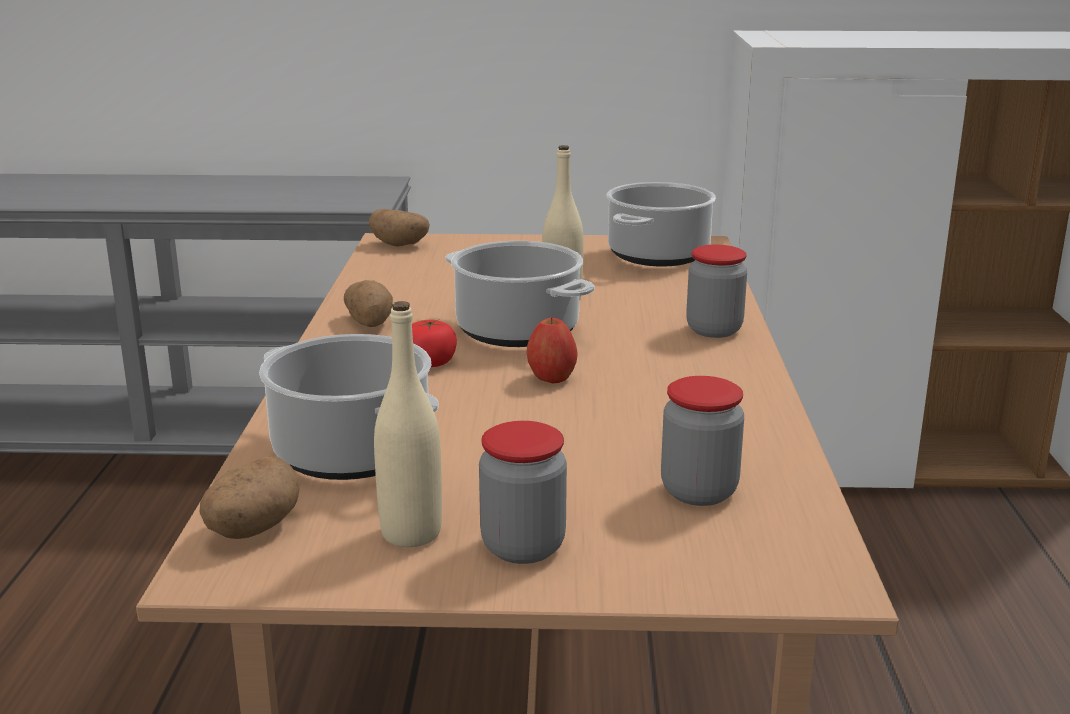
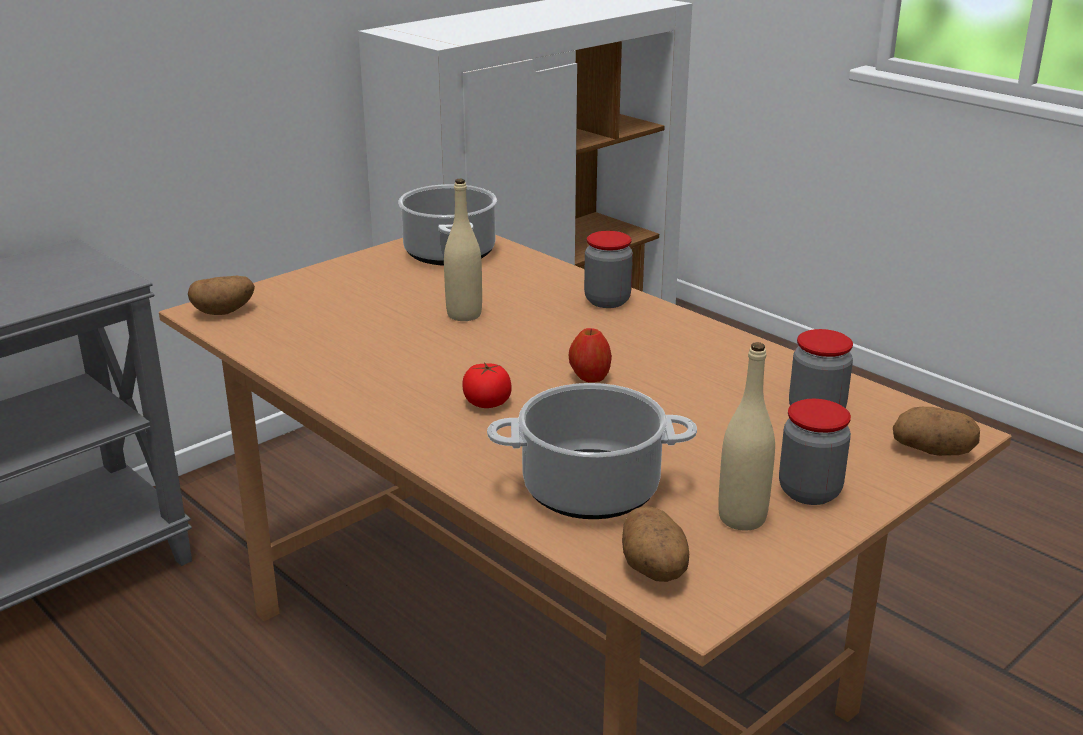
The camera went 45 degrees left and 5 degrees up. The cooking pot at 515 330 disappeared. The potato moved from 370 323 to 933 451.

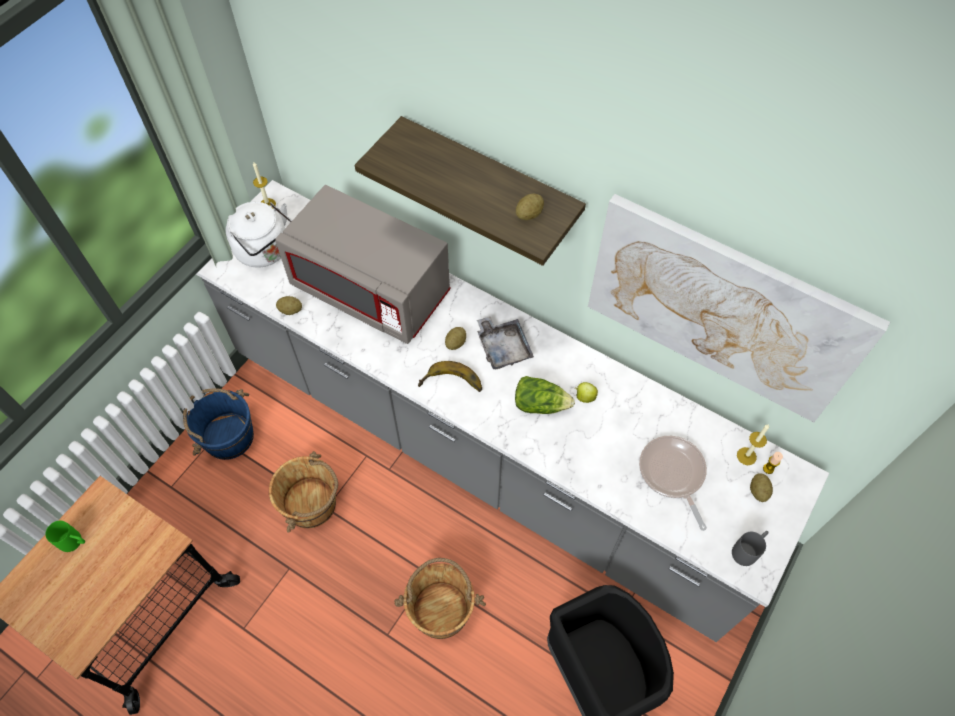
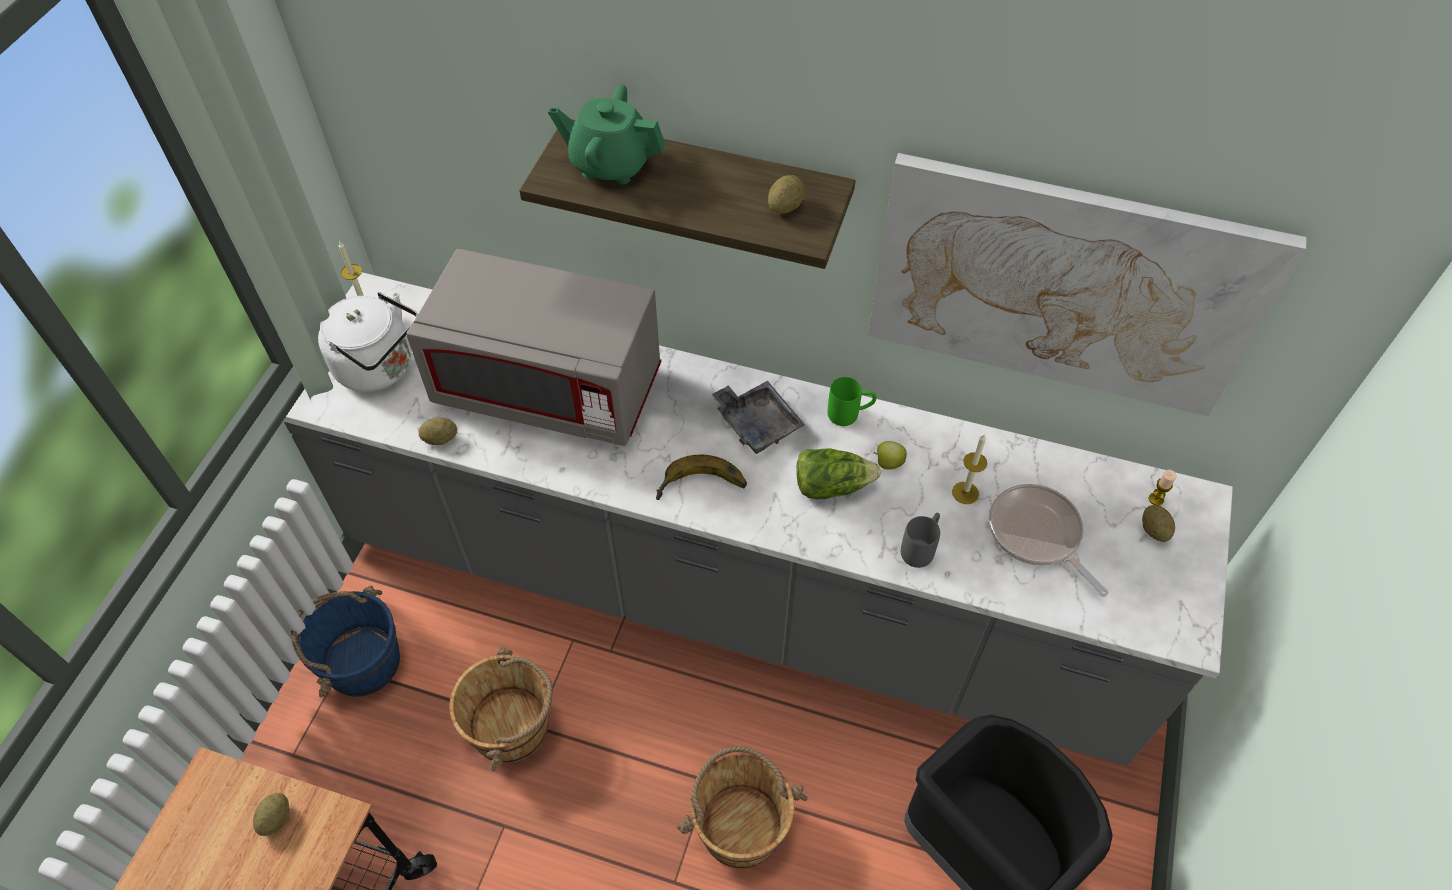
The camera went 15 degrees left and 5 degrees down. The teapot (green) at 610 164 appeared. The mug (green) moved from 75 542 to 850 414. The potato moved from 455 343 to 276 818. The mug (grey) moved from 748 550 to 921 547. The candle moved from 746 456 to 965 493.

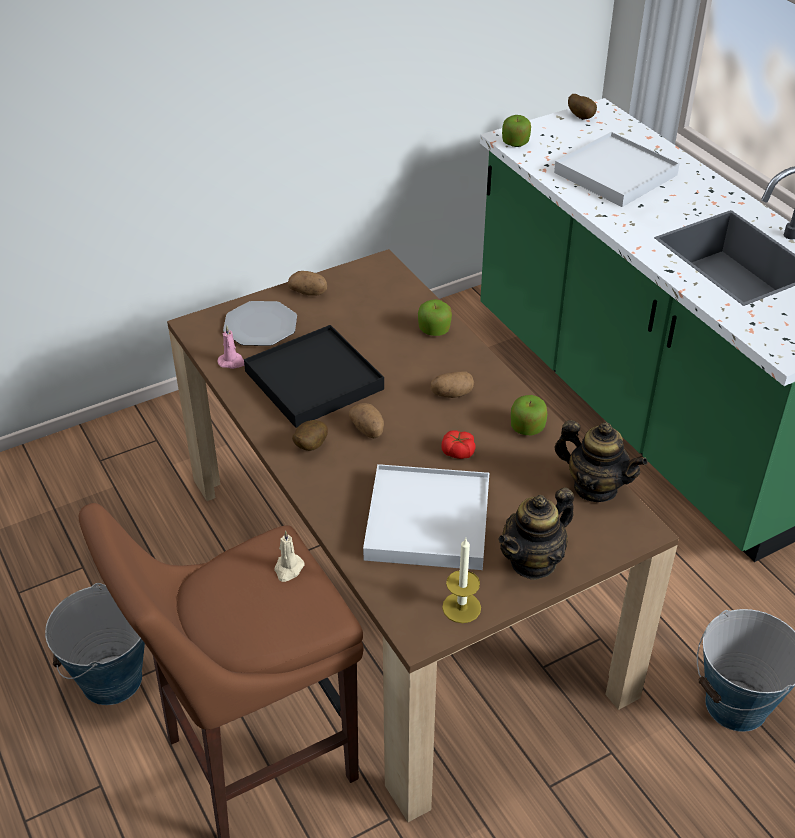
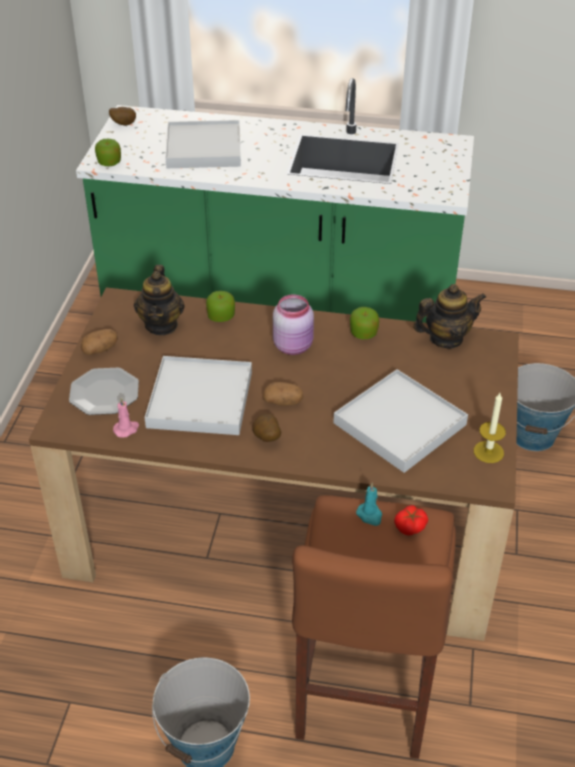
The camera went 50 degrees left and 0 degrees up. The tomato moved from 458 452 to 410 526. The teapot moved from 533 561 to 161 325. The potato at 452 394 was replaced by the jar (pink) at 294 346. The tray (black) at 314 380 became the tray (white) at 200 399. The candle (beige) at 288 569 became the candle (turquoise) at 370 515.

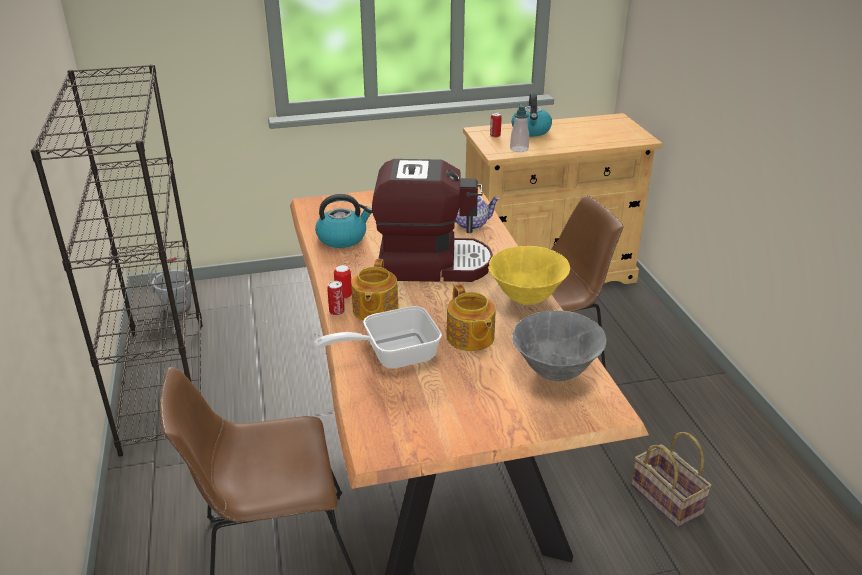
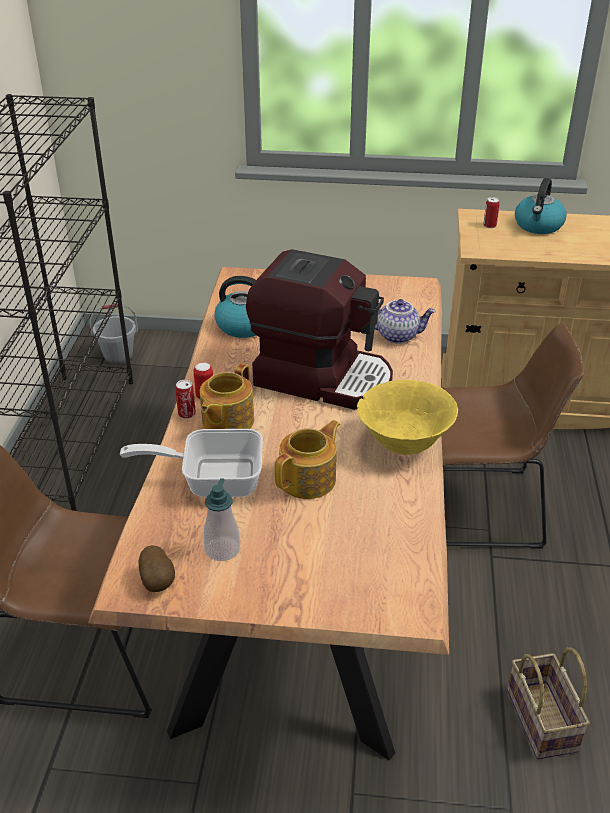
The camera went 20 degrees right and 5 degrees up. The bowl (grey) at 555 372 disappeared. The potato at 158 582 appeared. The soap dispenser moved from 519 149 to 222 549. The teapot at 470 338 turned 135 degrees counterclockwise.

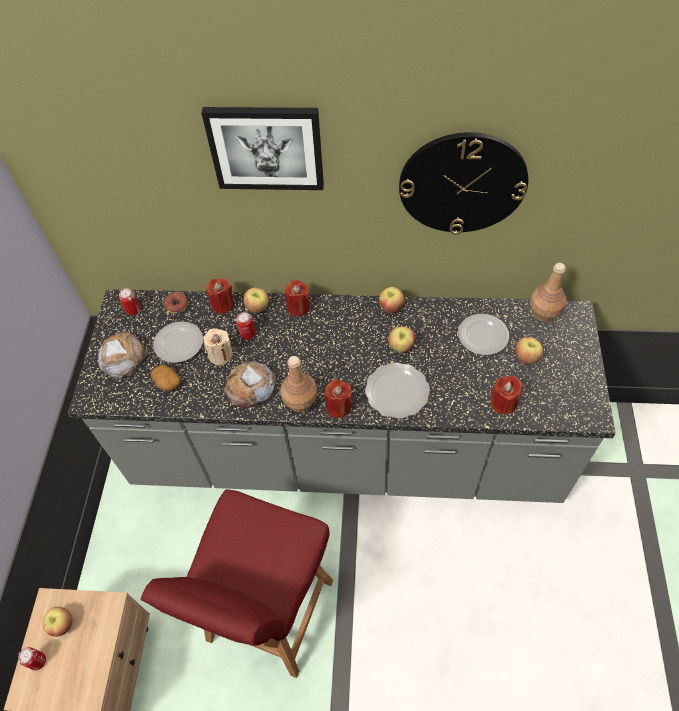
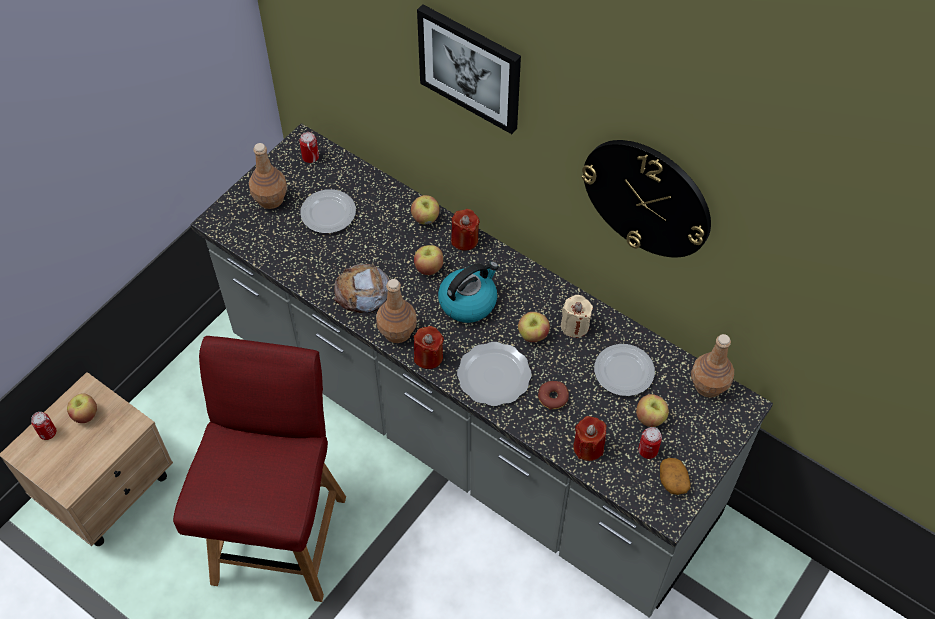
The camera went 30 degrees right and 0 degrees up. The candle (red) at 223 304 disappeared. The kettle at 468 301 appeared. The potato moved from 167 382 to 672 481. The donut moved from 177 305 to 553 397. The candle (beige) moved from 221 355 to 575 326. The can moved from 247 334 to 648 451. The apple moved from 391 307 to 429 268. The bread at 122 357 was replaced by the bottle (brown) at 270 199. The chair (red) at 268 613 turned 135 degrees clockwise.

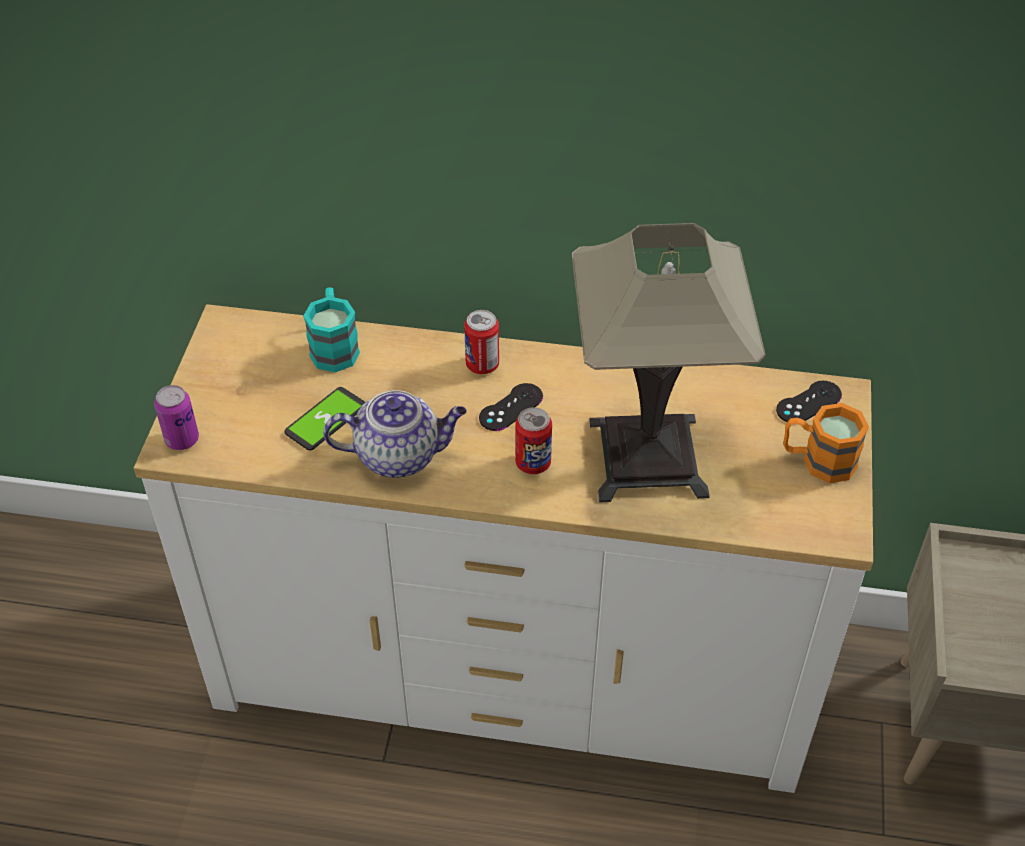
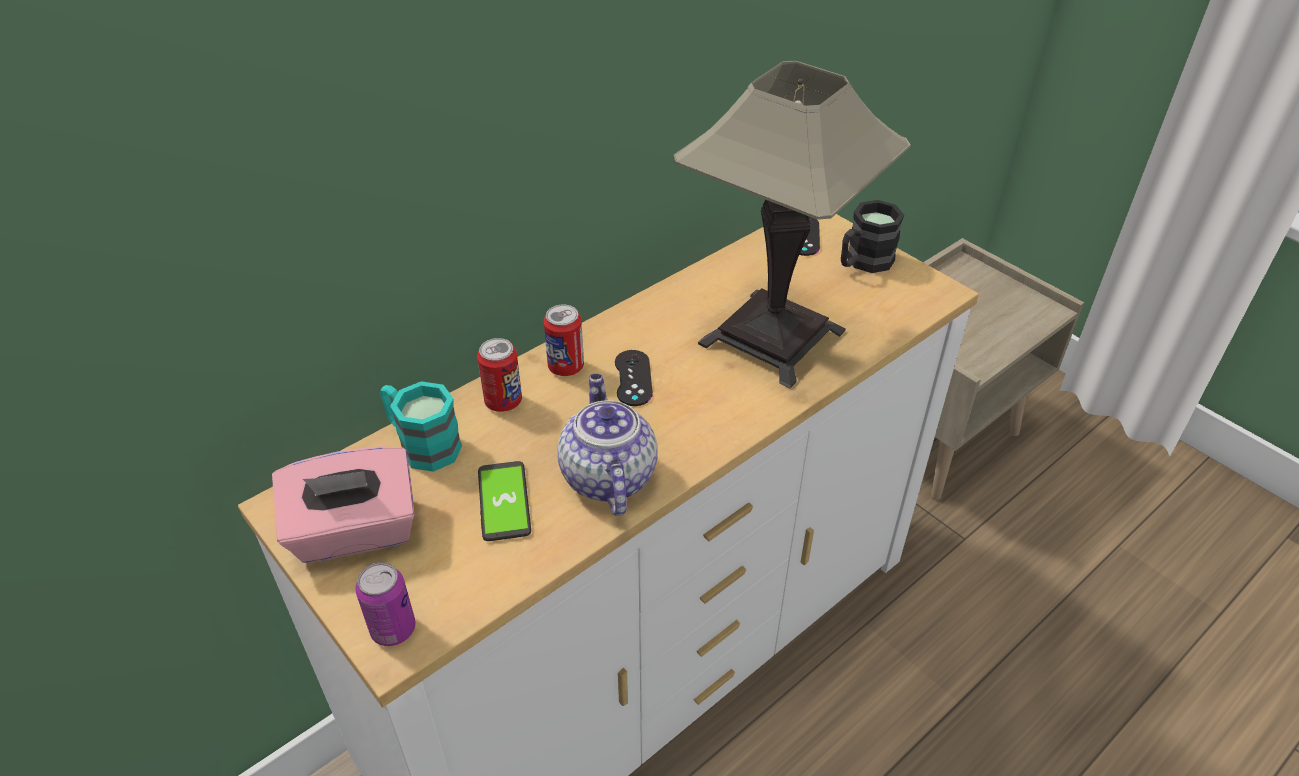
The camera went 50 degrees left and 5 degrees down. The tissue box (pink) at 355 532 appeared. The can moved from 533 463 to 503 402. The mug (orange) at 818 461 became the mug (black) at 863 262. The teapot at 400 455 turned 45 degrees counterclockwise.

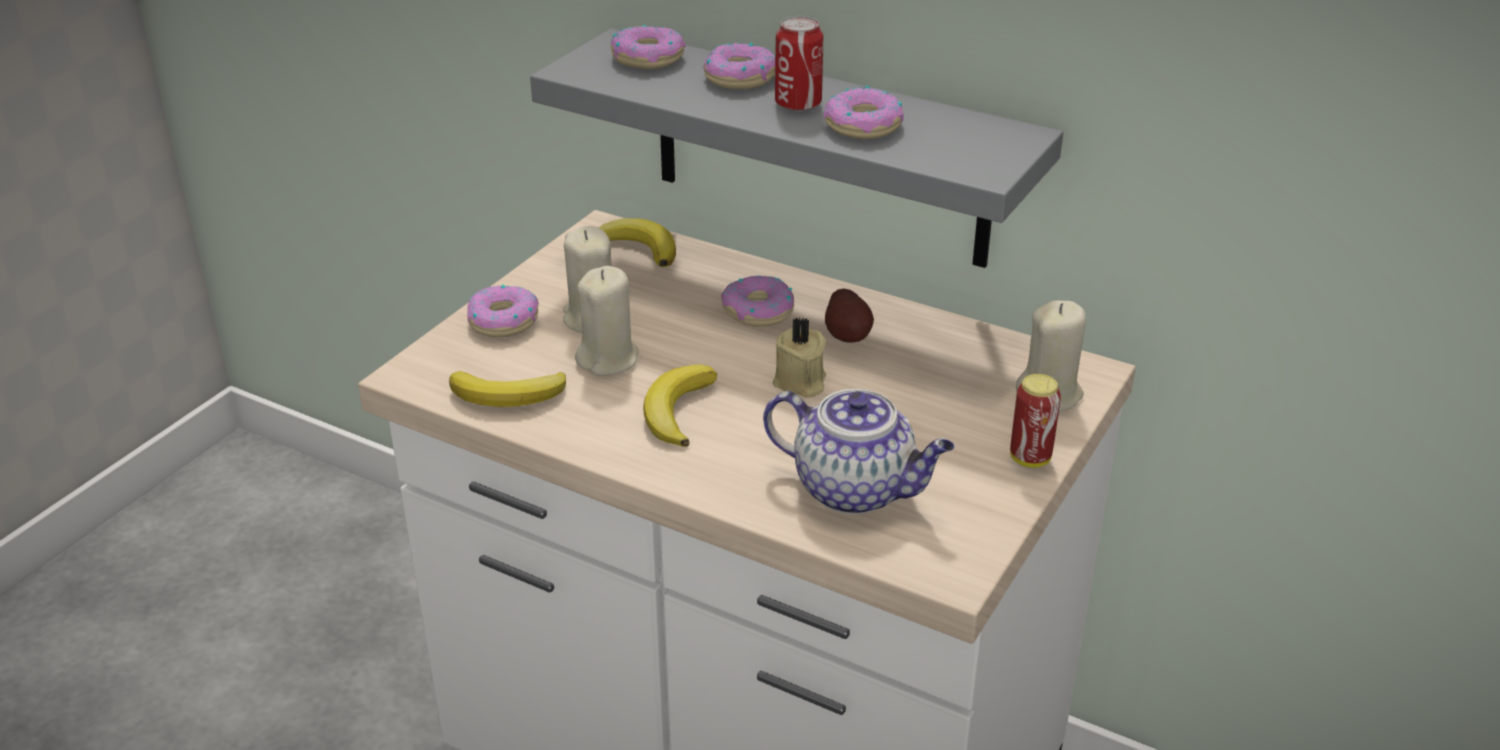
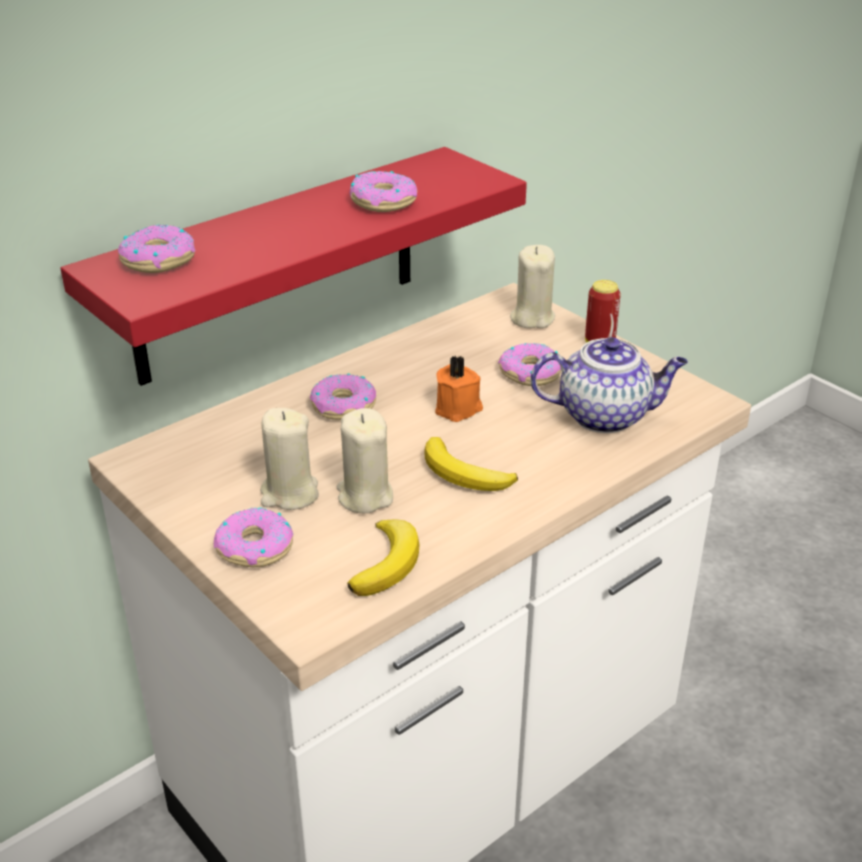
The camera went 70 degrees left and 0 degrees up. The banana at 638 248 disappeared. The can at 798 104 disappeared. The potato at 848 334 disappeared. The donut moved from 740 77 to 530 373. The shelf (grey) at 820 149 became the shelf (red) at 277 266. The candle (beige) at 800 382 became the candle (orange) at 459 409. The teapot at 856 489 turned 45 degrees clockwise.

